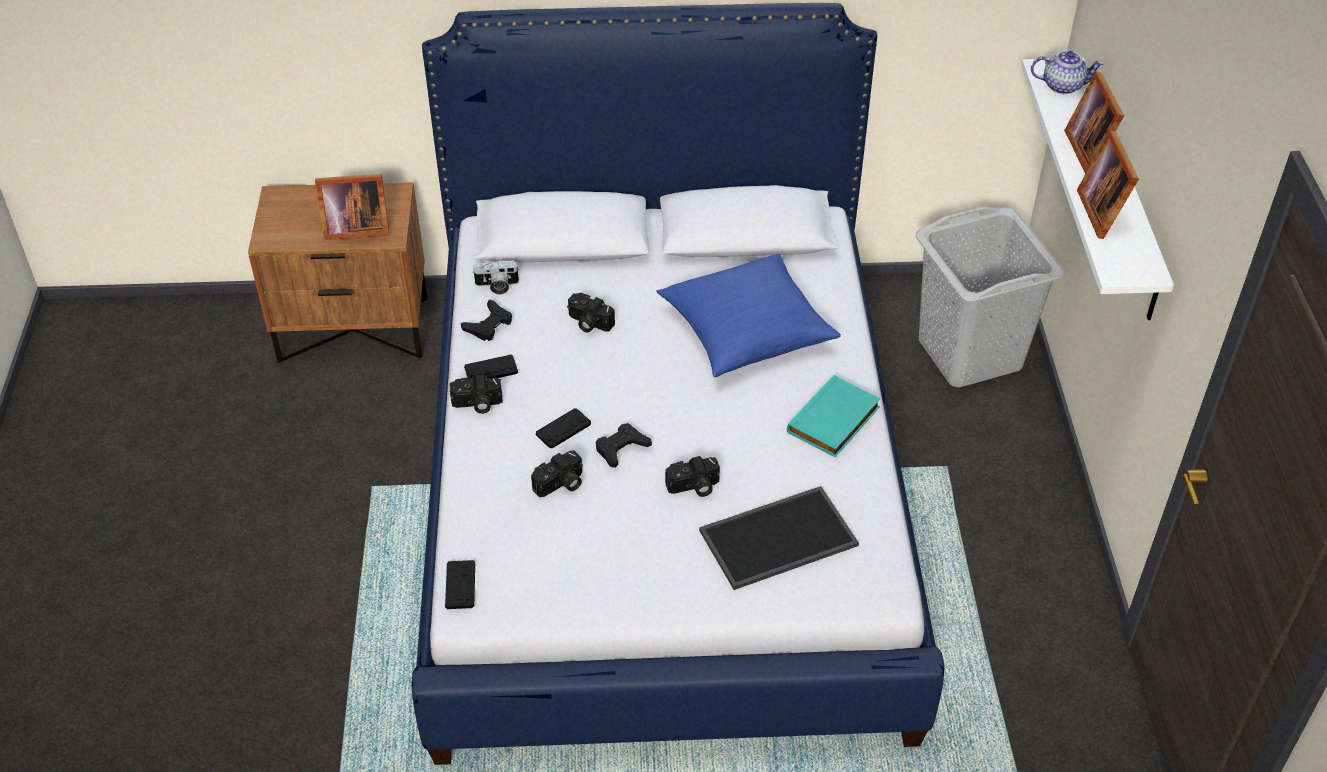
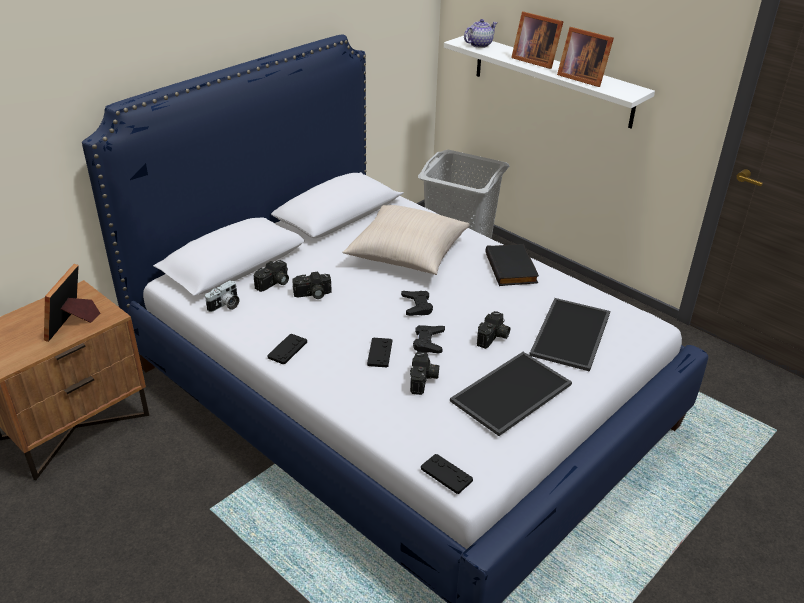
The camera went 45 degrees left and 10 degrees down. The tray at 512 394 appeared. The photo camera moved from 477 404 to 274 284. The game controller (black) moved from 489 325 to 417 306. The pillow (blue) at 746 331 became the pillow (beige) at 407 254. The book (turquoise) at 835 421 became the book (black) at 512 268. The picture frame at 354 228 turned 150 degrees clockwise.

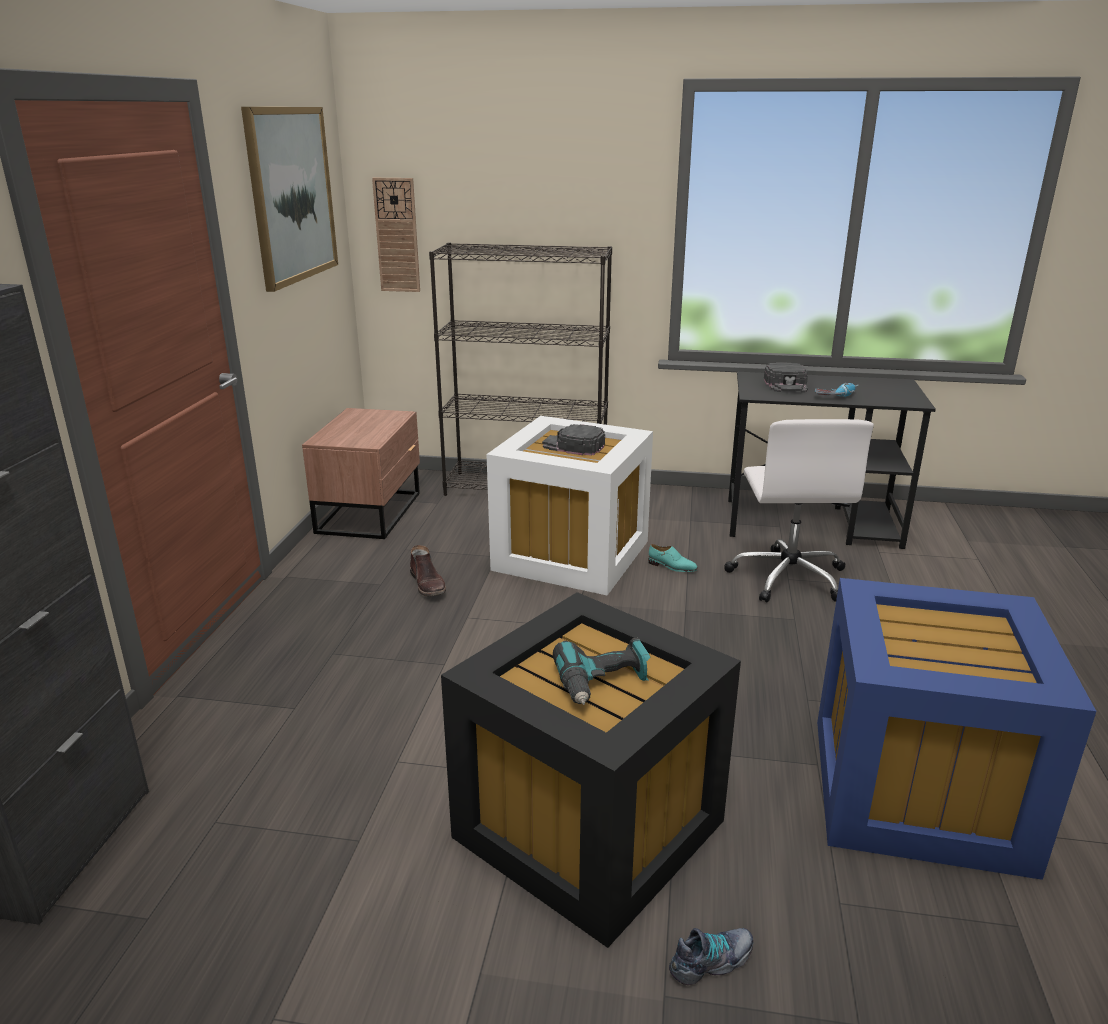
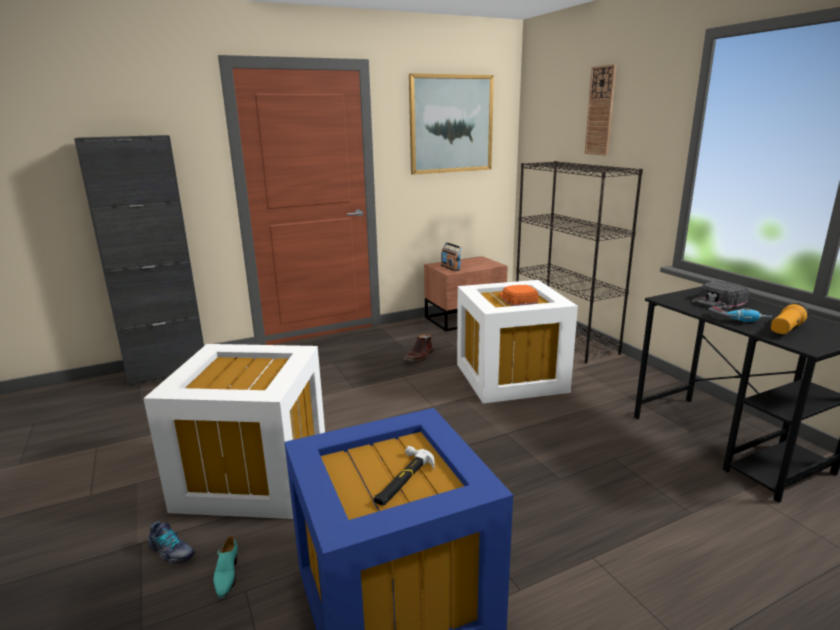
The camera went 55 degrees right and 5 degrees down. The power drill at 603 683 disappeared. The office chair (white) at 788 577 disappeared. The hammer at 403 479 appeared. The radio at 450 267 appeared. The flashlight at 786 329 appeared. The wall clock moved from 397 235 to 600 111. The shoe (turquoise) moved from 672 566 to 226 575. The storage box (black) at 588 825 became the storage box (white) at 256 474. The cap (black) at 573 446 became the cap (orange) at 517 299.

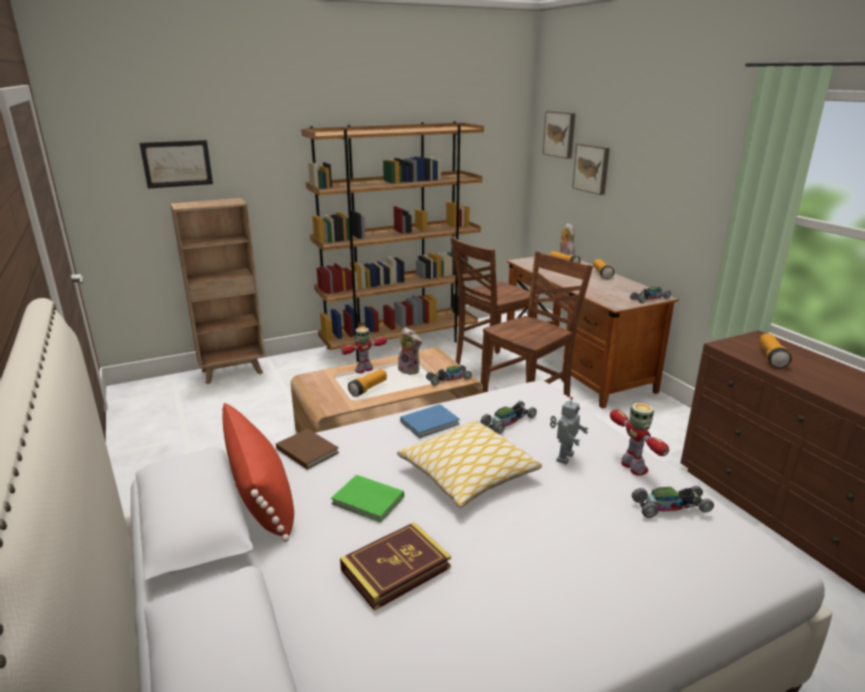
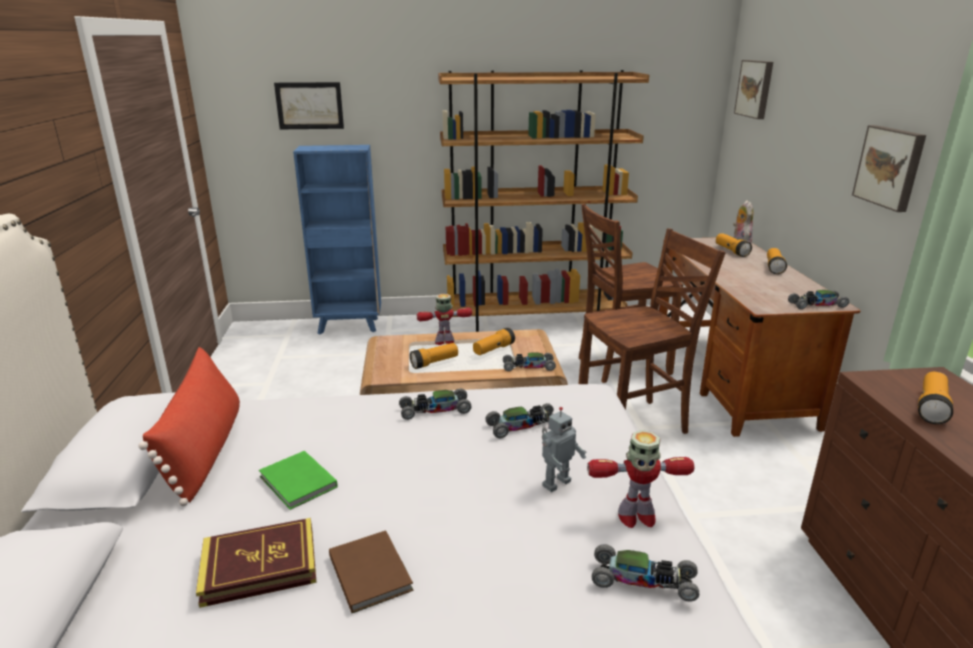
The camera went 20 degrees right and 0 degrees up. The pillow at 468 474 disappeared. The book (brown) moved from 307 450 to 370 571. The picture moved from 592 168 to 890 167. The plush toy at 410 370 was replaced by the flashlight at 493 349. The book (blue) at 431 423 was replaced by the toy car at 435 410. The bookcase (brown) at 233 372 became the bookcase (blue) at 349 326. The toy robot at 634 468 turned 90 degrees clockwise.

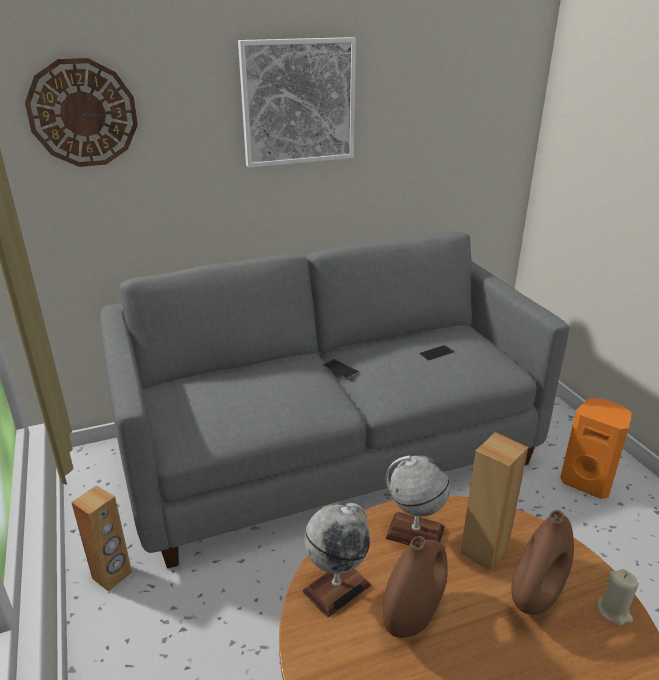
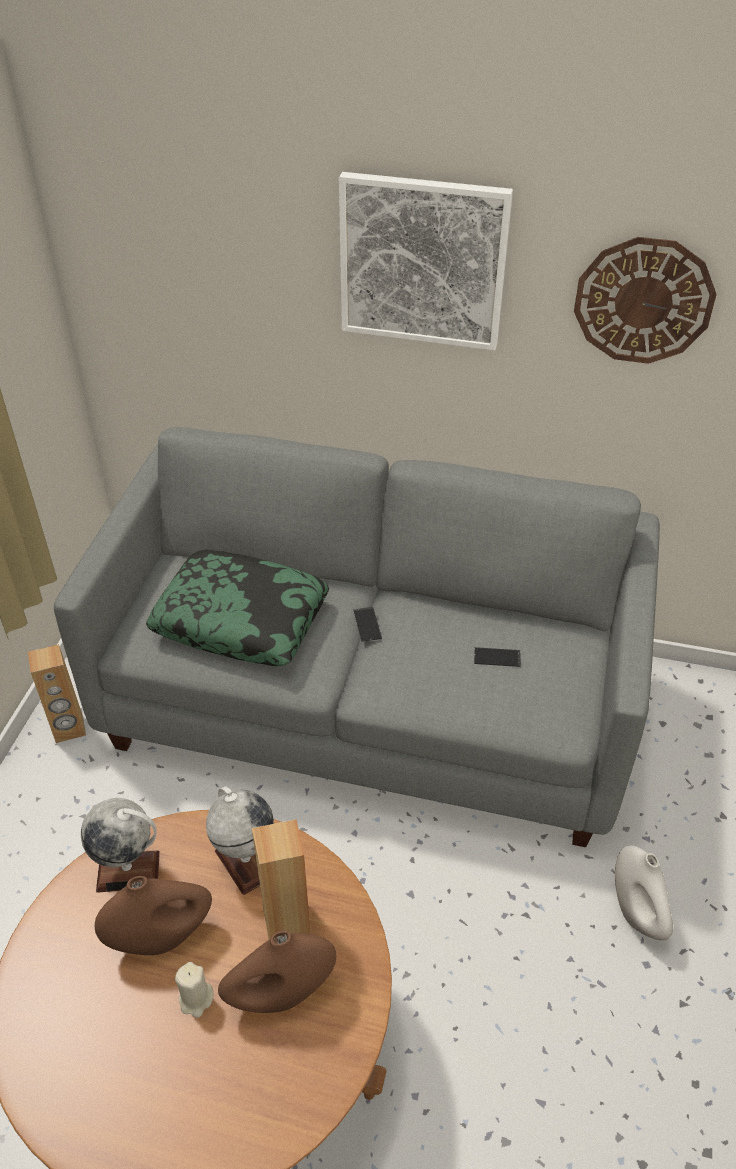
The camera went 35 degrees right and 15 degrees up. The pillow at 241 619 appeared. The wall clock moved from 83 113 to 643 301. The candle (beige) moved from 614 611 to 196 999. The speaker (orange) at 587 481 was replaced by the vase (white) at 637 913.

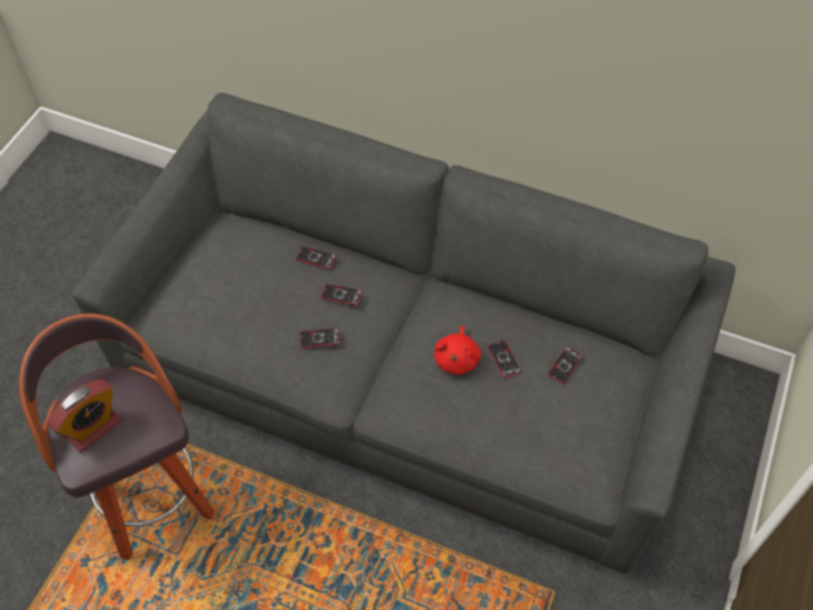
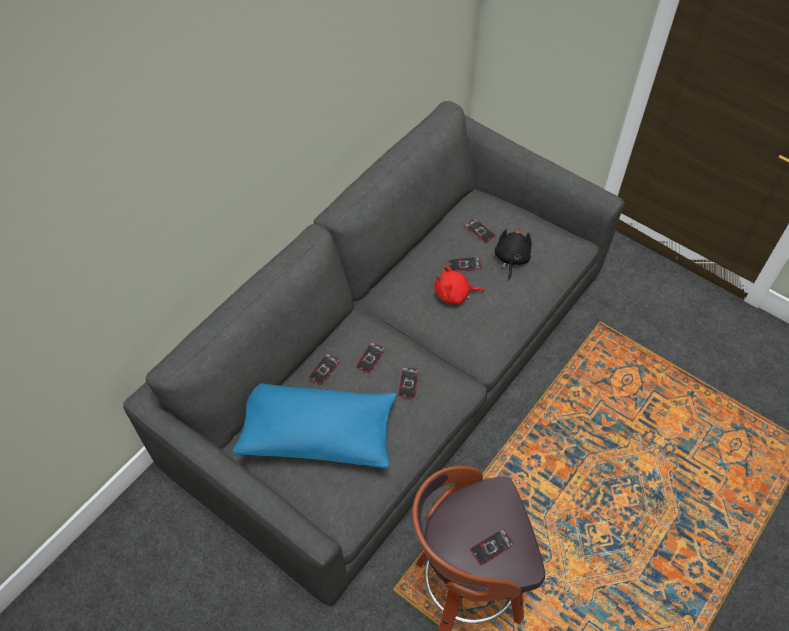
The camera went 75 degrees left and 0 degrees up. The pillow (blue) at 318 433 appeared. The plush toy (black) at 511 259 appeared. The alarm clock at 93 427 was replaced by the phone at 491 547. The plush toy (red) at 457 358 turned 150 degrees clockwise.

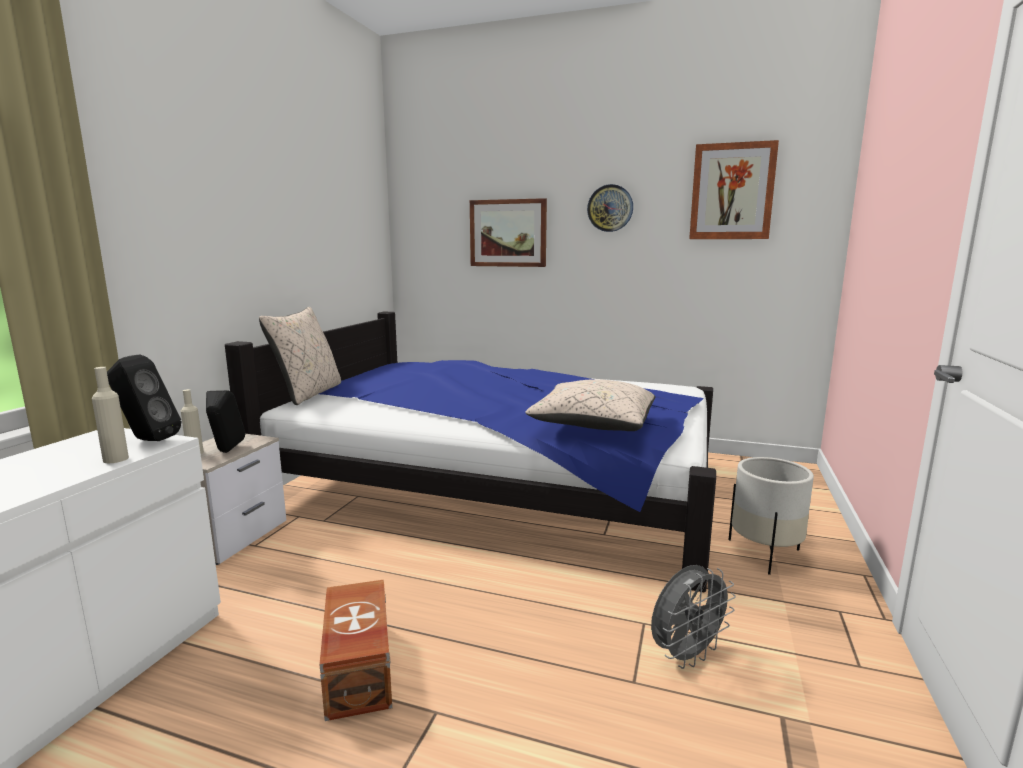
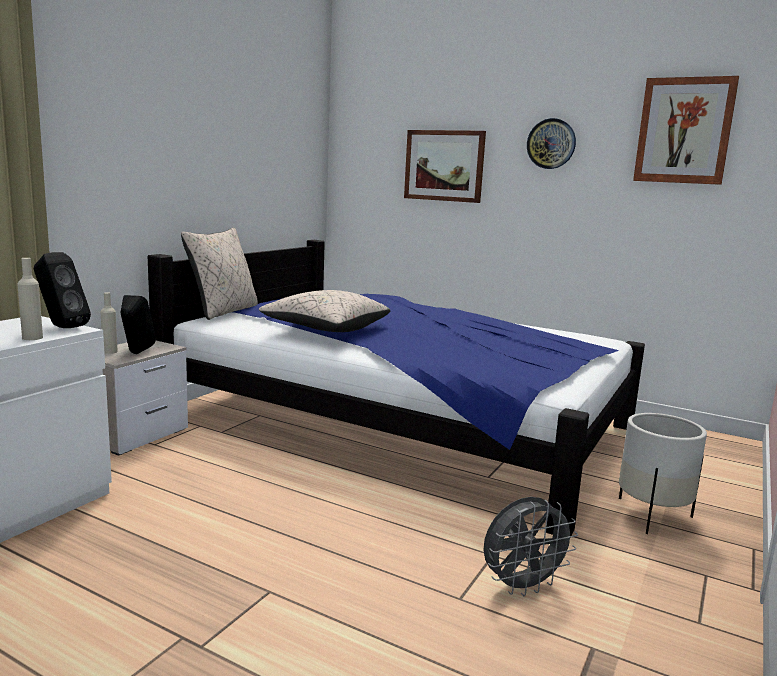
The camera went 10 degrees right and 0 degrees up. The storage box (brown) at 357 670 disappeared. The pillow (beige) moved from 593 425 to 325 329.

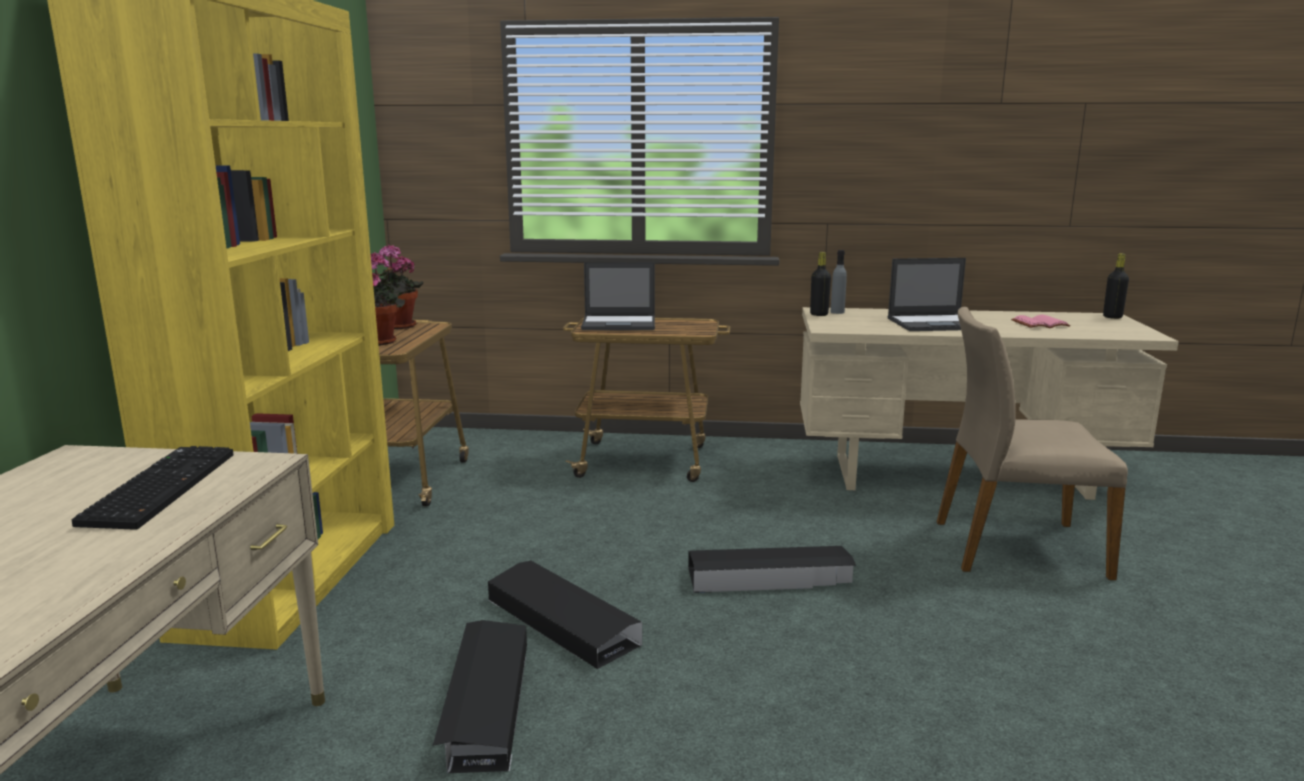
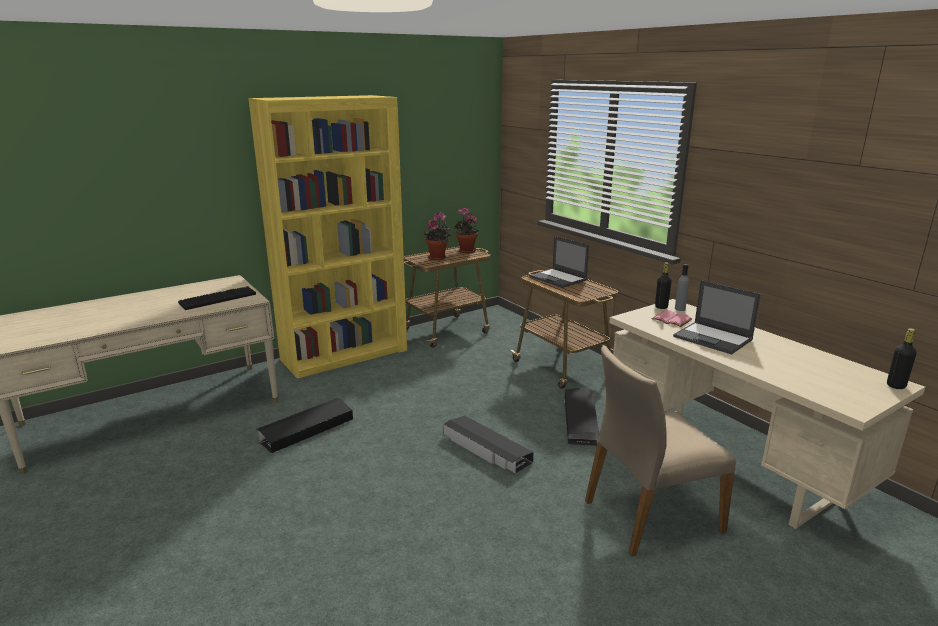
The camera went 50 degrees right and 5 degrees up. The storage box (black) moved from 561 622 to 580 420. The book (pink) moved from 1040 324 to 672 320. The chair (beige) at 1016 547 turned 75 degrees counterclockwise.

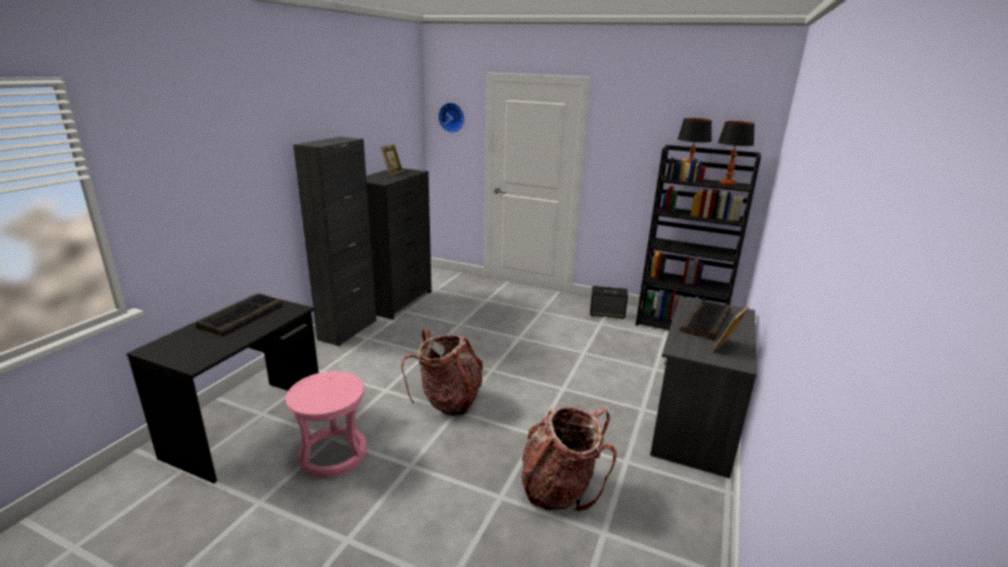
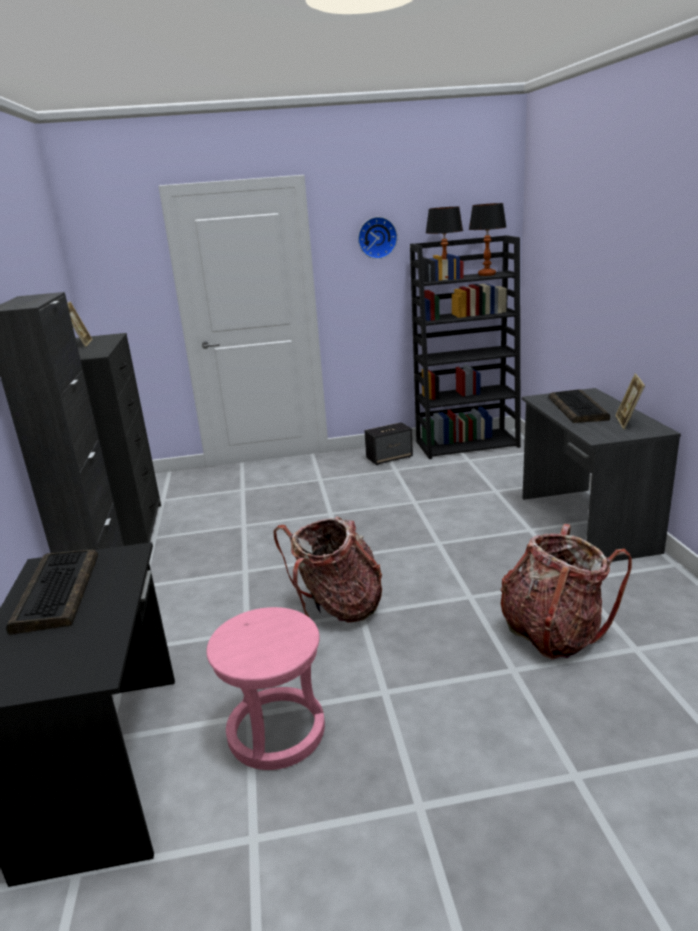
The camera went 30 degrees left and 0 degrees up. The wall clock moved from 452 117 to 377 237.

